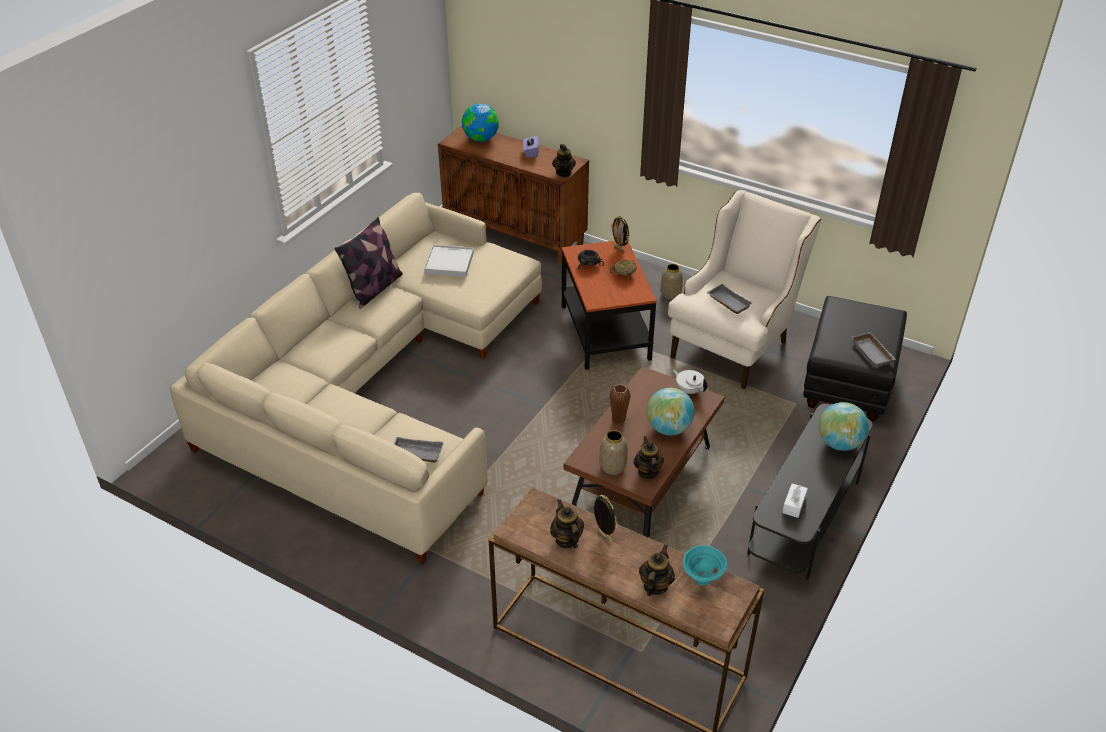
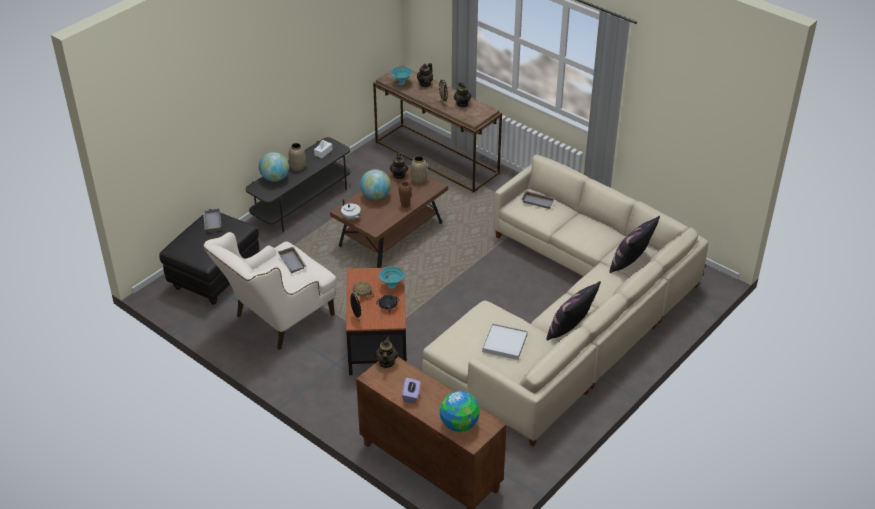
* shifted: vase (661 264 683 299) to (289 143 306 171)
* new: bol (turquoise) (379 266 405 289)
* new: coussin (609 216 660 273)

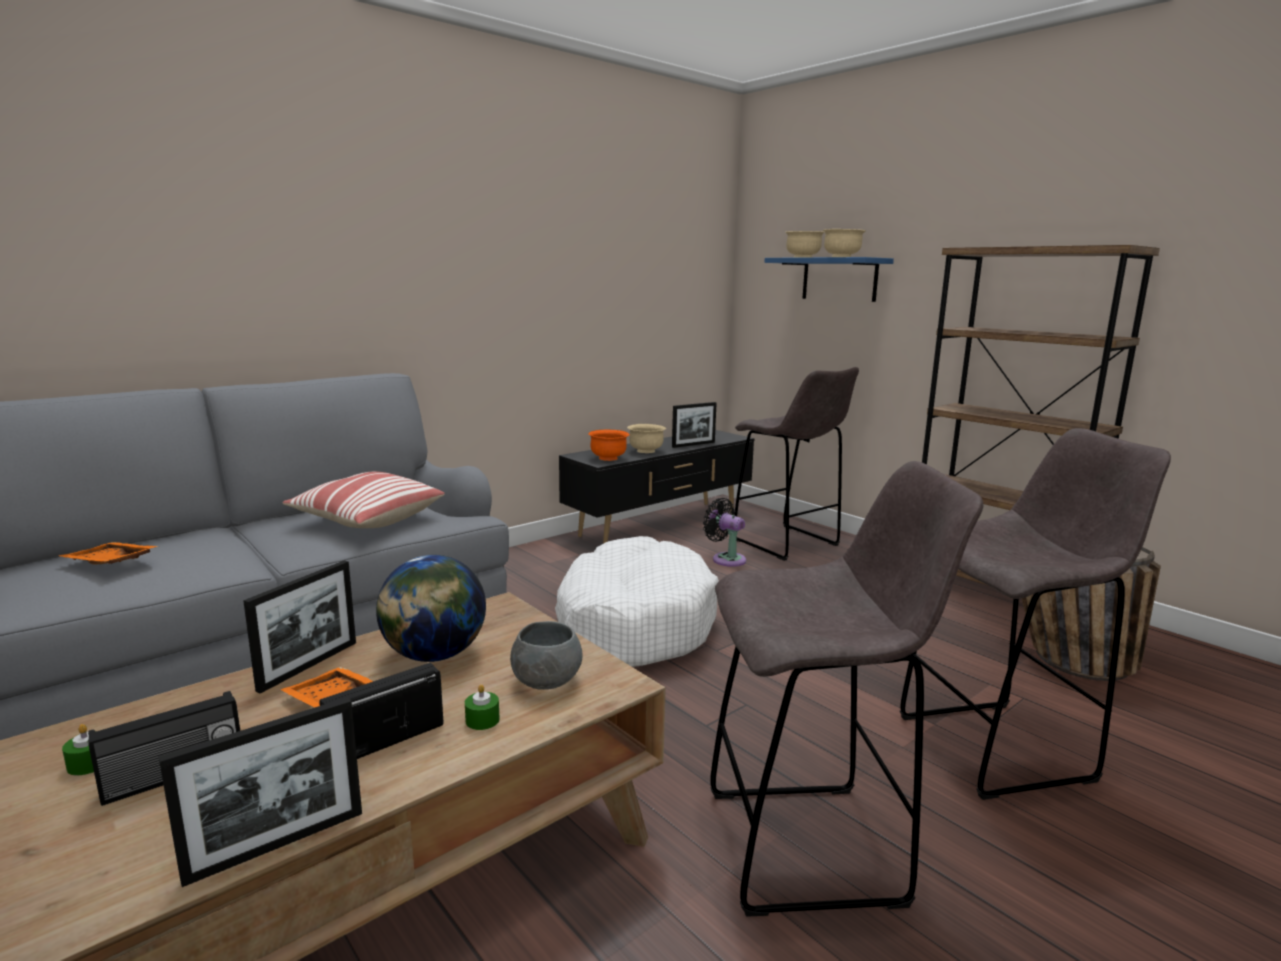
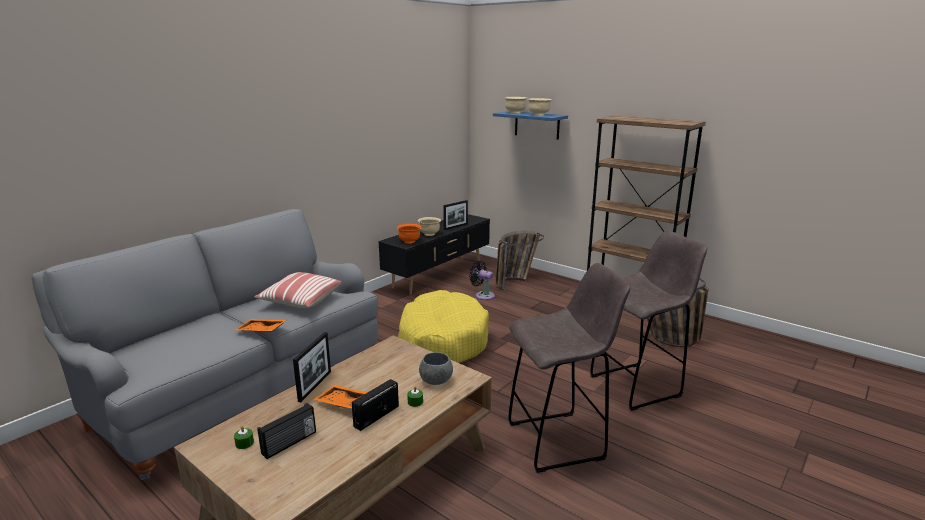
* shifted: plateau (orange) (59 542 158 565) to (234 319 286 333)
* repainted: panier pour chien (blanc) (555 536 719 667) to panier pour chien (jaune) (398 290 489 363)
* swapped: tabouret (gris) (735 367 859 561) to panier (495 231 544 291)
* gone: cadre photo (159 697 362 887)
* gone: globe (376 555 486 662)

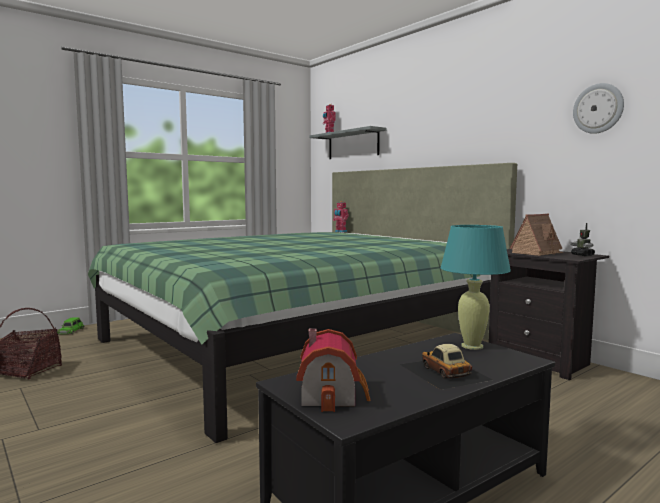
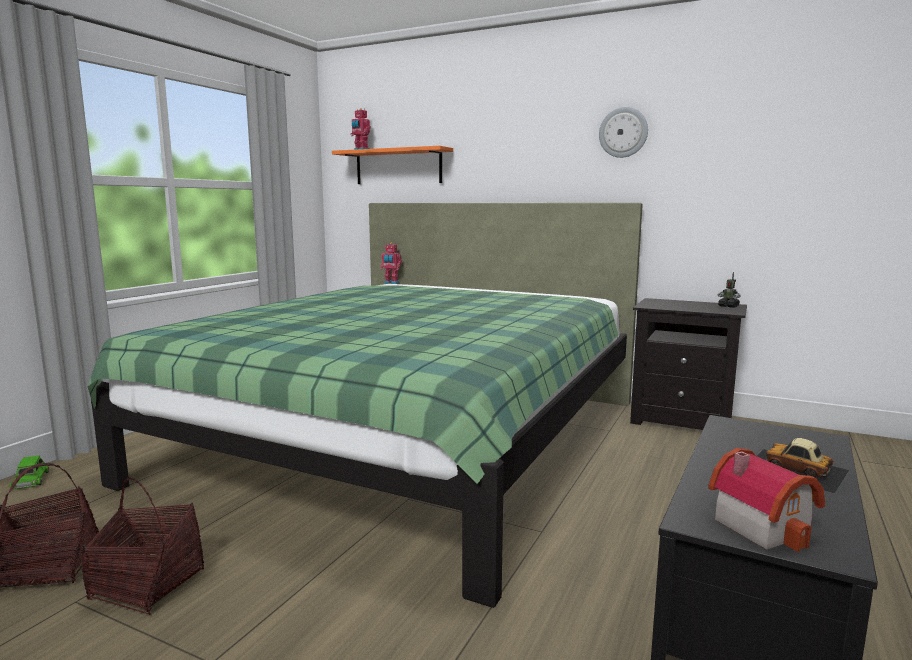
* new: panier (81 477 204 615)
* repainted: étagère (gris) (309 126 386 159) to étagère (orange) (332 146 453 184)
* shifted: horloge murale (573 83 624 134) to (599 107 648 158)
* gone: lampe de table (turquoise) (440 225 511 350)
* gone: maison miniature (510 214 563 256)

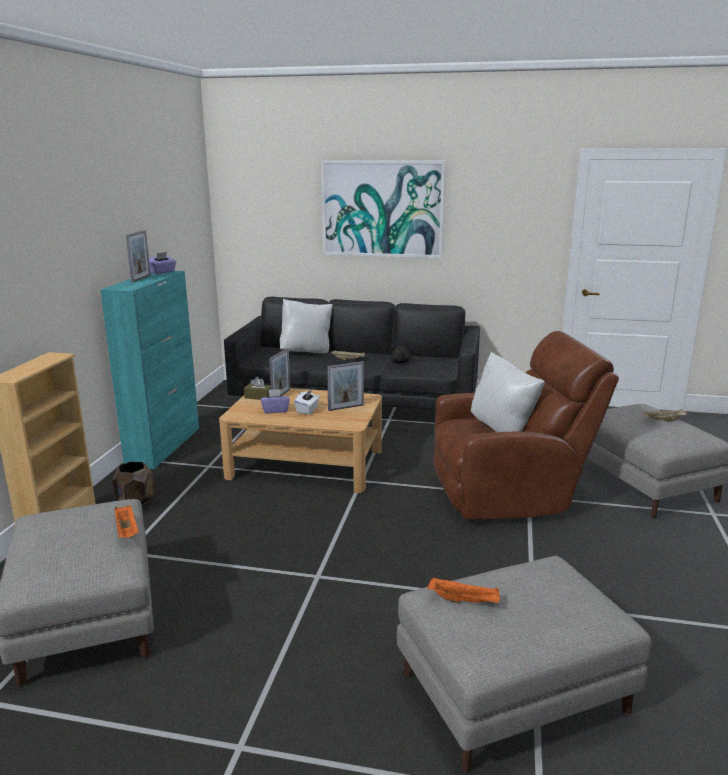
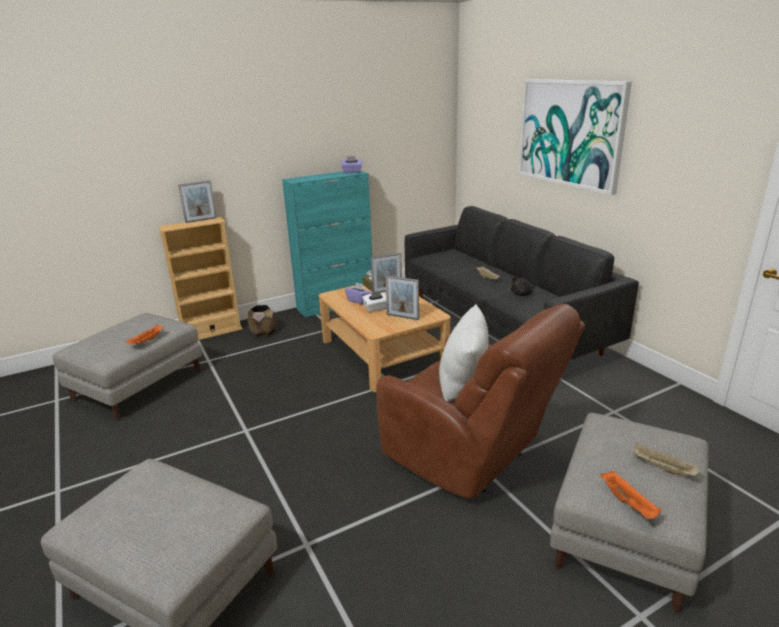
* shifted: cadre photo (126 230 151 282) to (178 181 217 223)
* shifted: plateau (orange) (427 577 500 604) to (600 471 661 519)
* gone: coussin (blanc) (280 299 333 353)

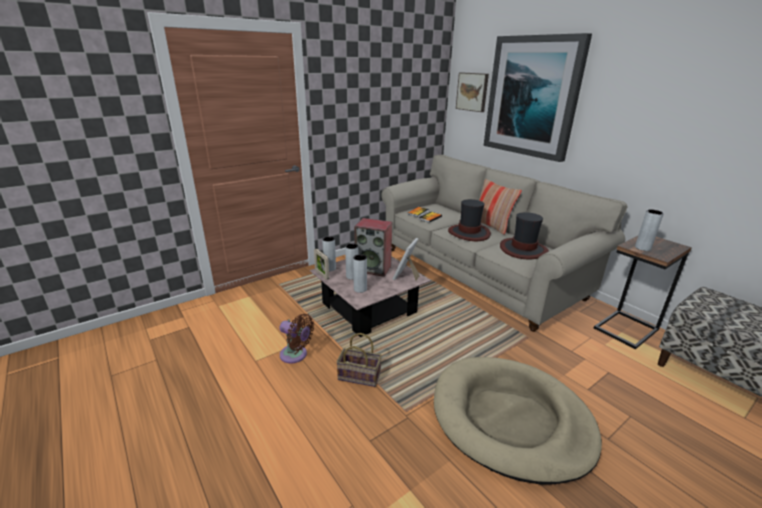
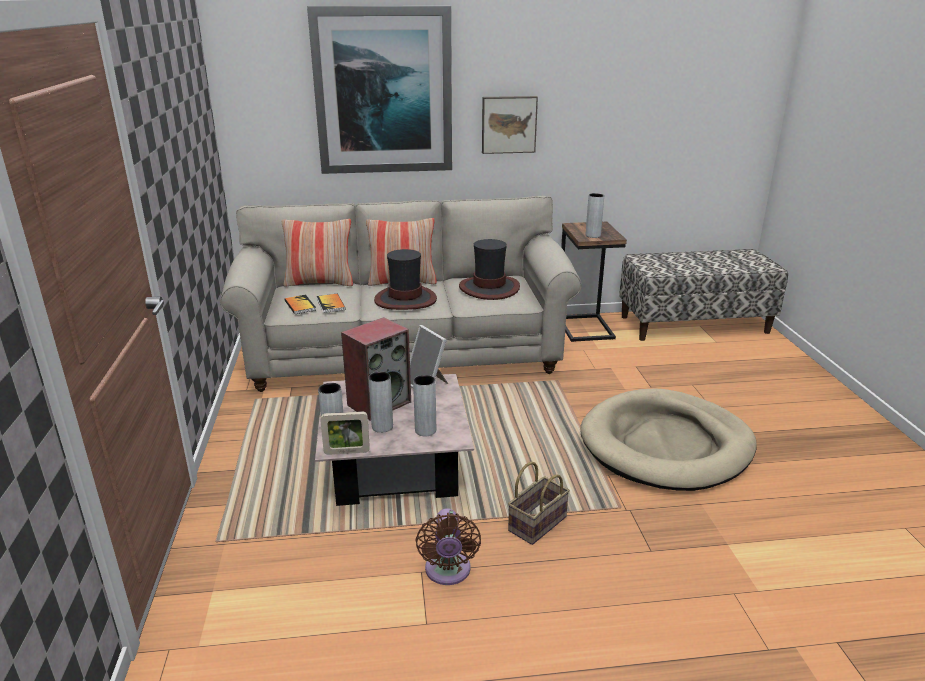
* new: coussin (282 219 353 287)
* rotated: ventilateur (marron) (279 314 314 363) = (416 508 481 585) 120 degrees clockwise
* shifted: tableau (456 72 489 112) to (482 96 538 154)

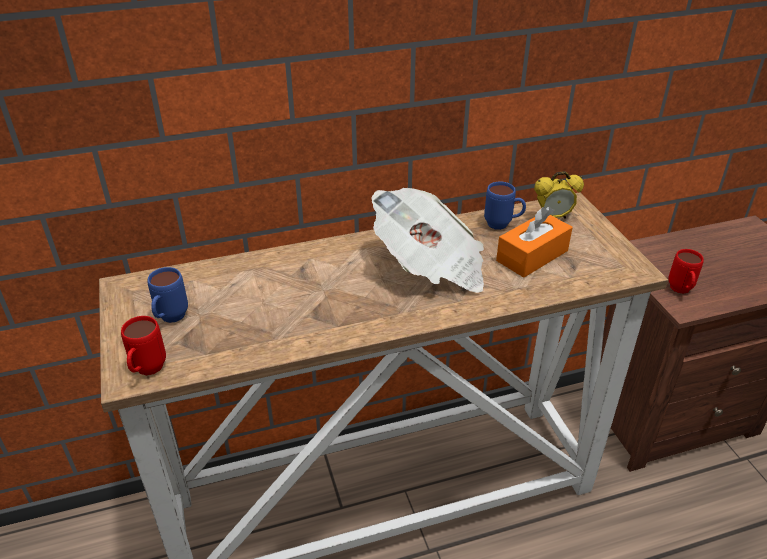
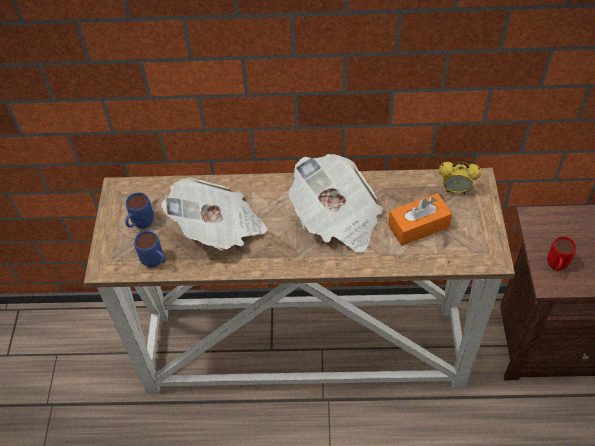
* shifted: mug (bleu) (484 181 526 230) to (134 231 166 268)
* new: journal (161 177 267 250)
* gone: mug (rouge) (121 316 166 375)

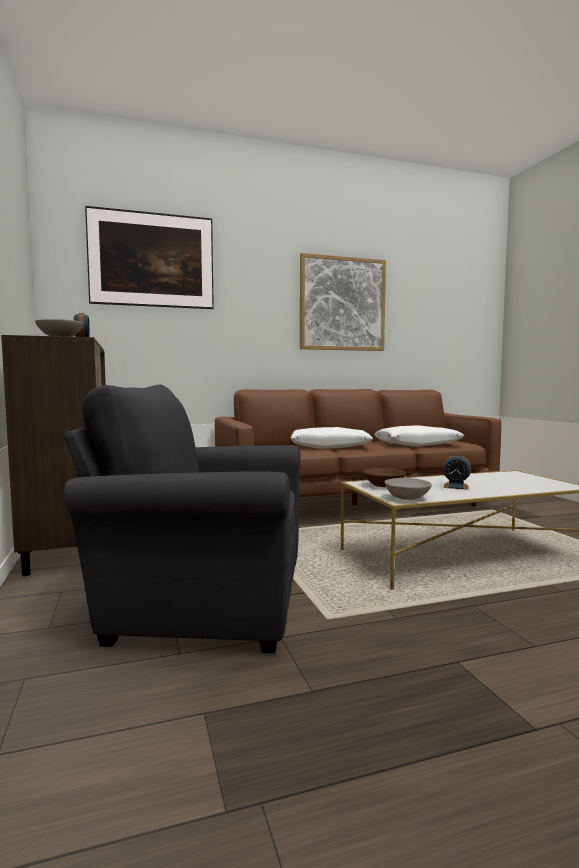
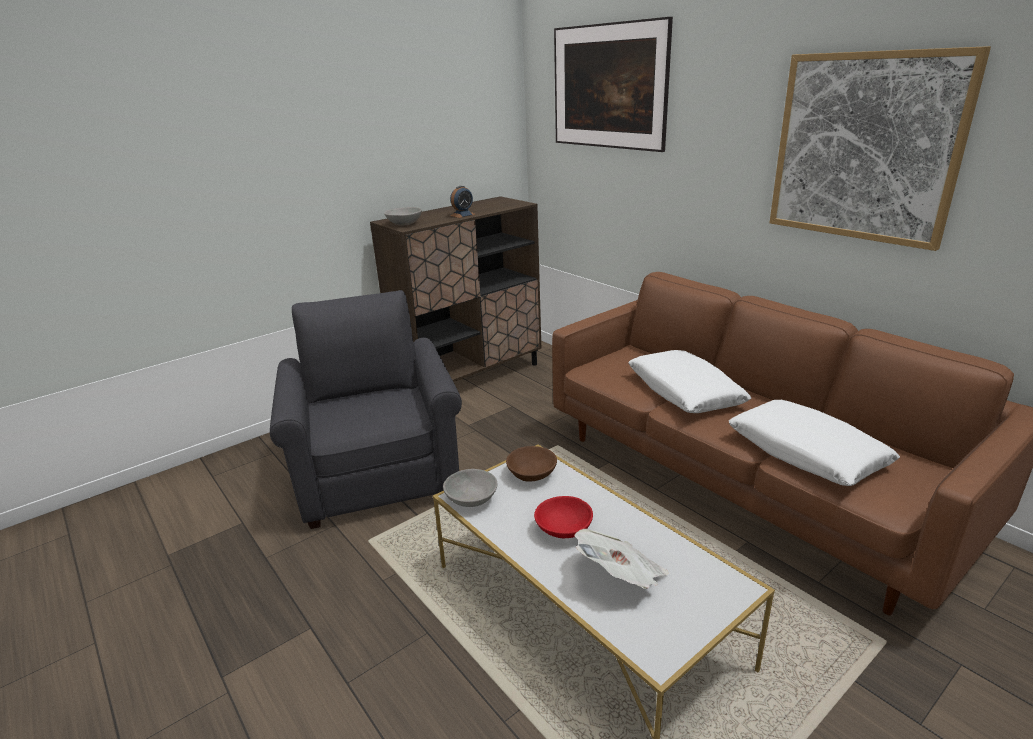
* swapped: réveil (443 454 471 490) to bol (rouge) (534 496 593 538)
* new: journal (575 529 669 589)

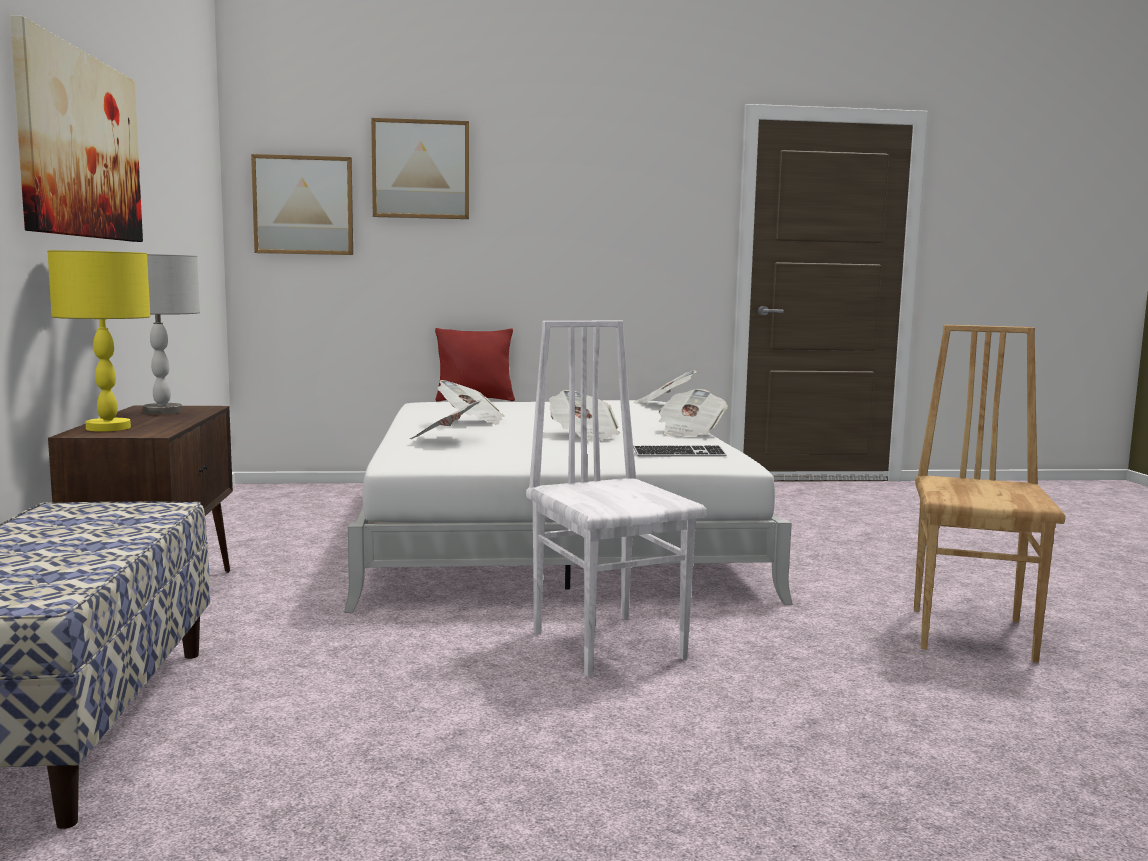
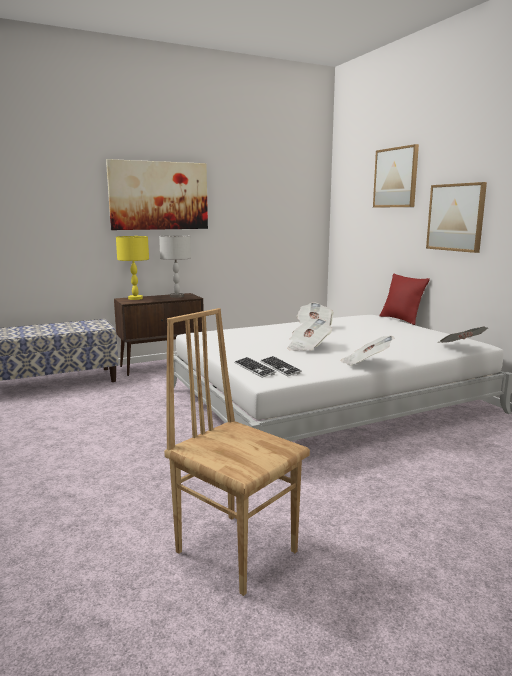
* rotated: chaise (marron) (914 325 1066 663) = (164 308 310 596) 135 degrees counterclockwise
* new: clavier (234 357 276 378)
* shifted: tableau (251 154 353 255) to (426 182 487 253)
* gone: journal (410 398 484 439)
* gone: chaise (blanc) (526 321 706 677)

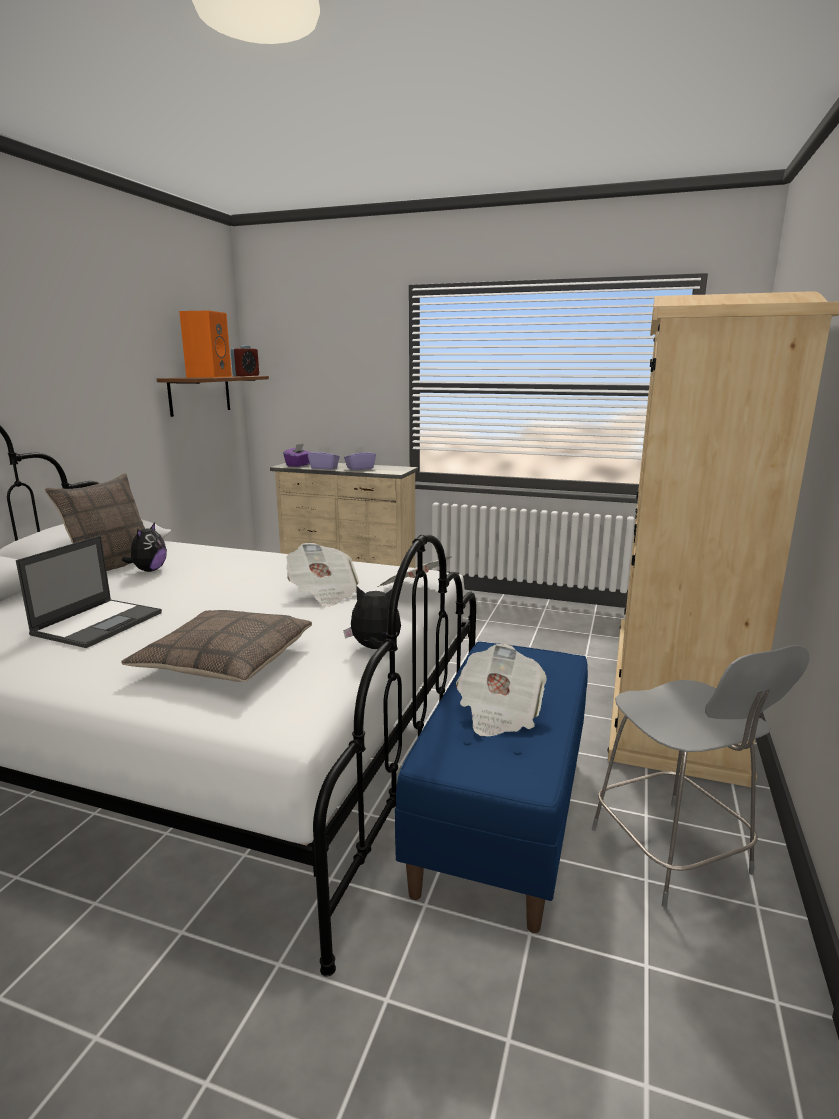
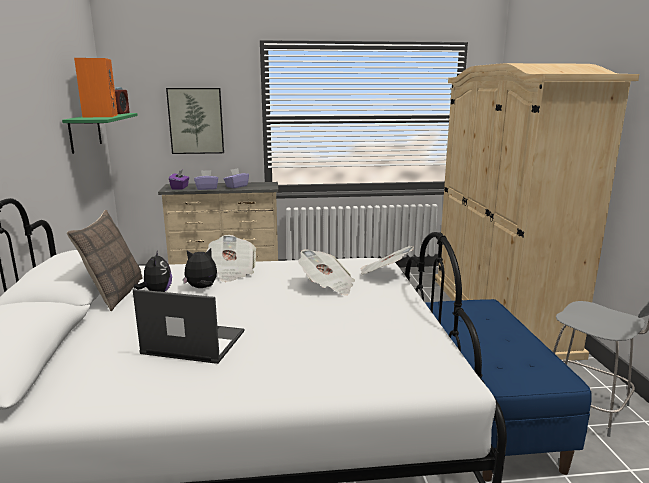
* repainted: étagère (marron) (157 376 269 417) to étagère (vert) (62 113 138 154)
* rotated: ordinateur portable (16 536 162 648) = (133 289 244 364) 75 degrees counterclockwise
* new: tableau (166 88 224 154)
* shifted: peluche (344 586 401 649) to (183 248 217 288)
* shifted: journal (456 644 547 736) to (206 235 256 282)
* gone: coussin (121 610 312 682)

